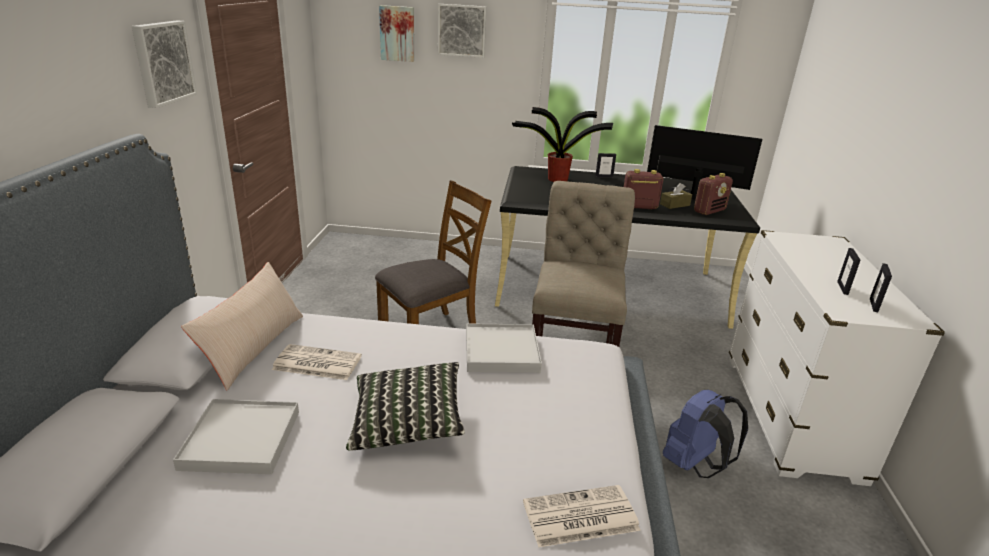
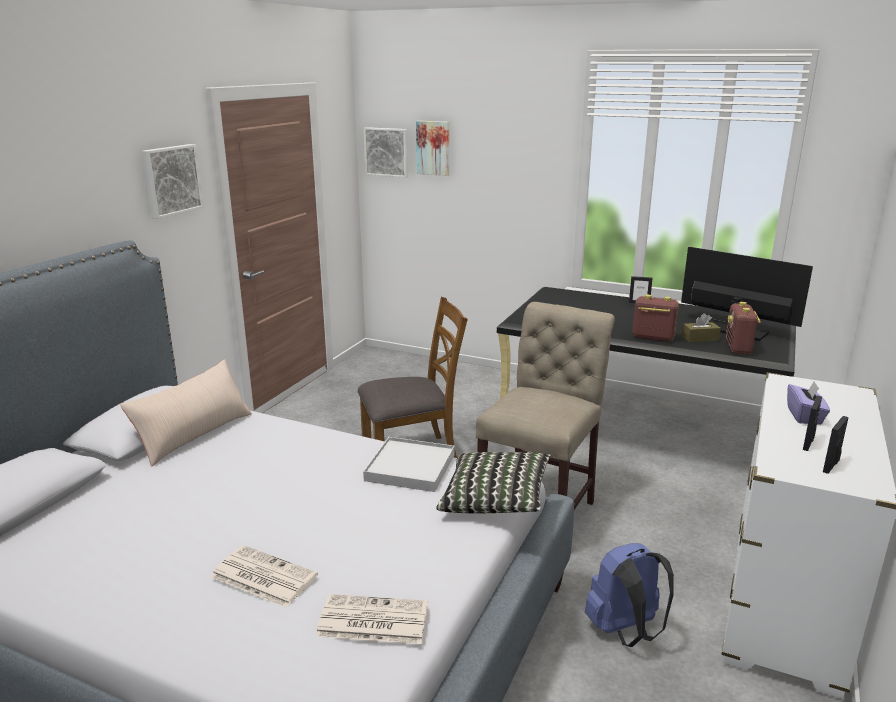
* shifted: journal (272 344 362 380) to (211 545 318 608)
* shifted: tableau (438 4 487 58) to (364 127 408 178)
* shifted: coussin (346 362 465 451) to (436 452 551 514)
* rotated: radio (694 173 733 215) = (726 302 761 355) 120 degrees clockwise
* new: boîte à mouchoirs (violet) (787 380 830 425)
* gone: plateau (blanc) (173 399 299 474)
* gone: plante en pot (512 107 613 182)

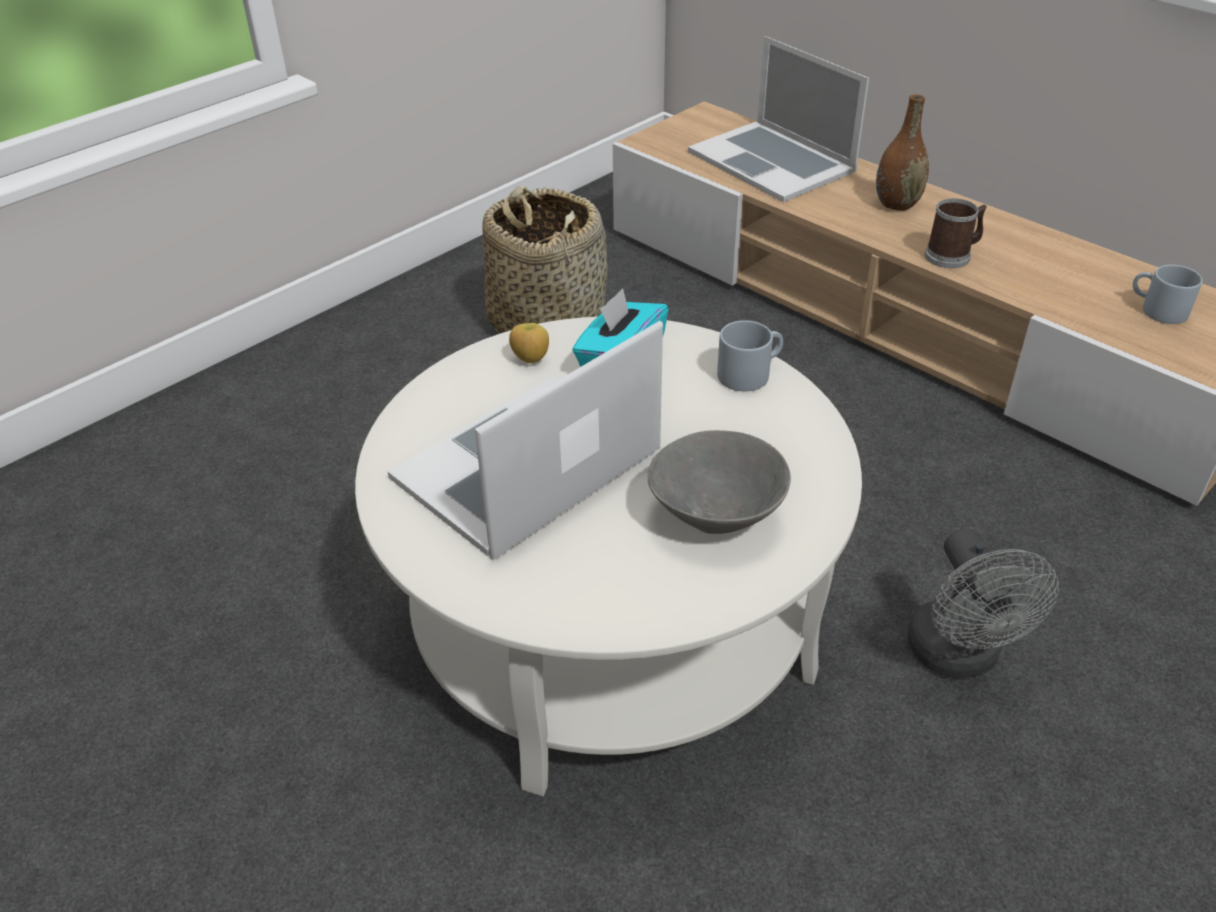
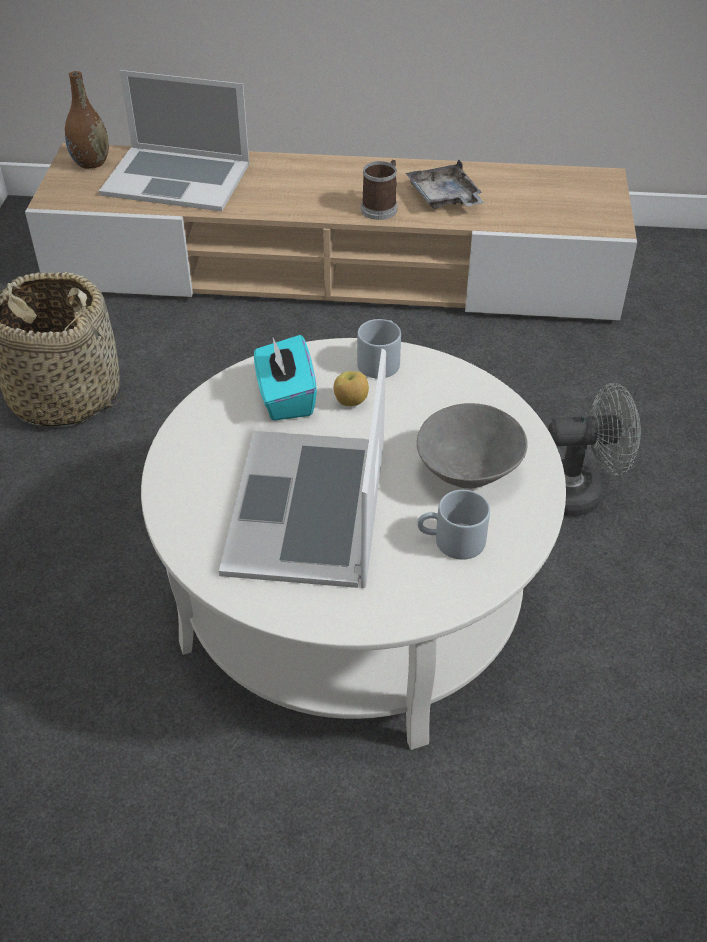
* shifted: vase (marron) (876 94 929 211) to (65 71 109 169)
* shifted: pomme (509 323 549 363) to (334 371 369 406)
* new: plateau (gris) (406 159 484 209)
* shifted: mug (gris) (1133 265 1203 324) to (417 490 490 560)
* rotated: ventilateur (gris) (907 529 1059 678) = (548 383 641 516) 45 degrees counterclockwise

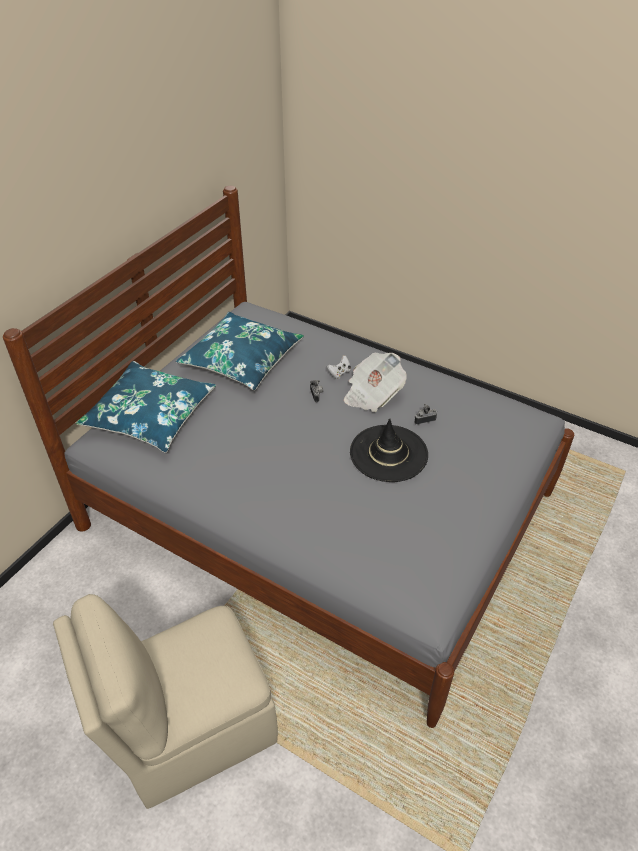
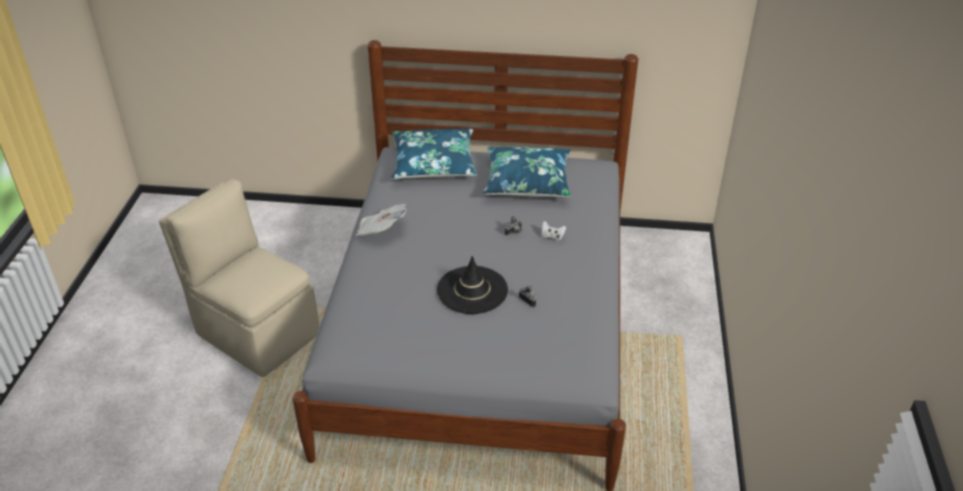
* shifted: journal (344 352 407 412) to (356 204 406 236)

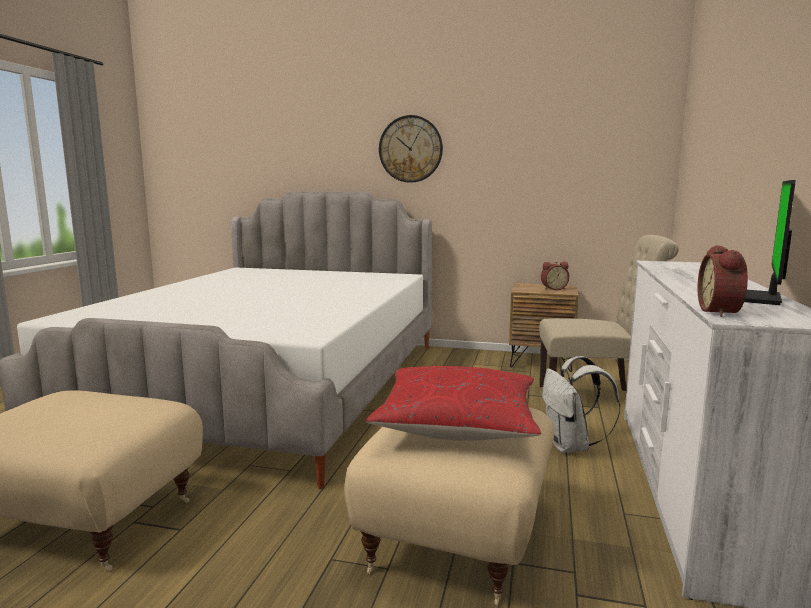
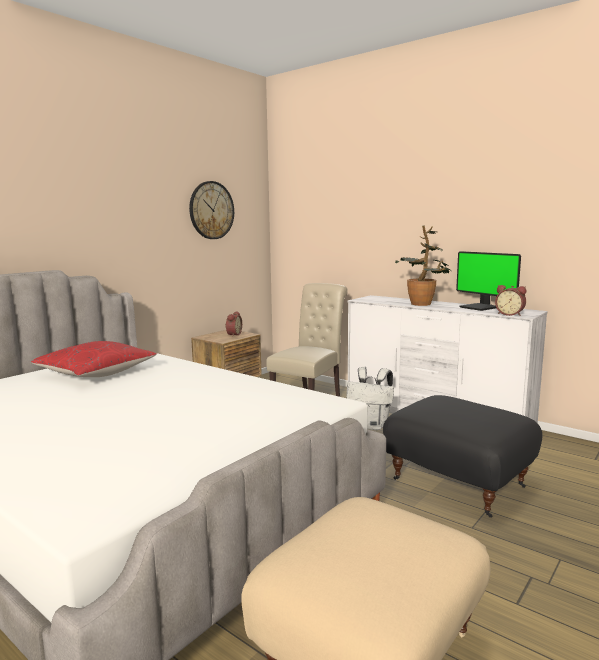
* shifted: coussin (rouge) (366 366 541 441) to (31 341 157 377)
* shifted: horloge murale (379 115 443 183) to (189 181 234 239)
* repainted: pouf (beige) (344 408 554 606) to pouf (noir) (383 395 542 518)
* new: plante en pot (395 225 451 306)

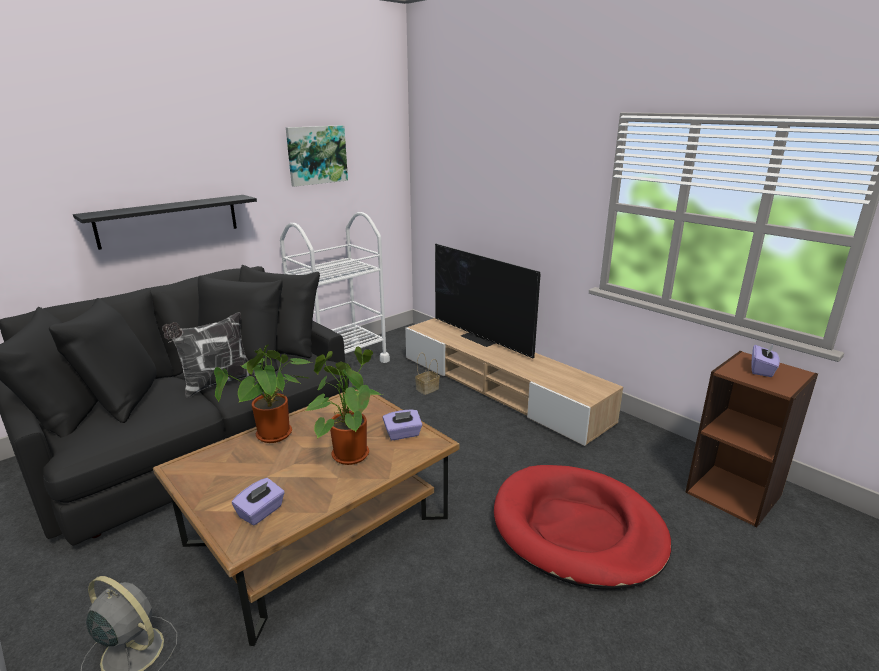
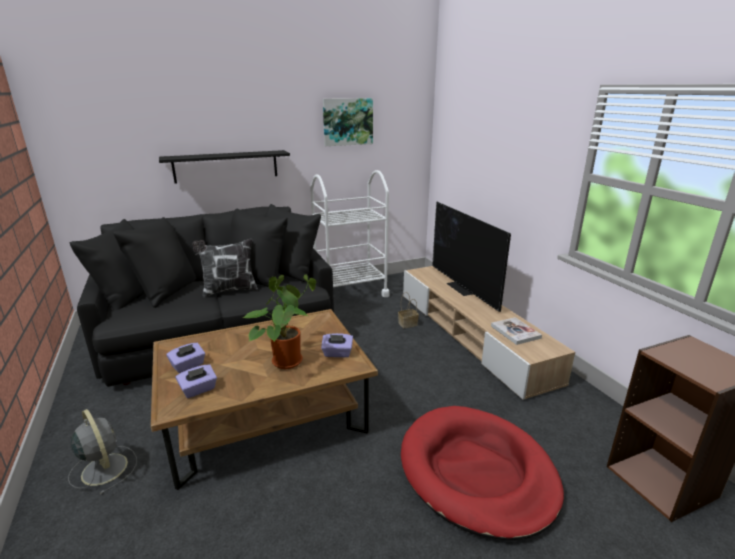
* shifted: boîte à mouchoirs (violet) (752 344 780 377) to (166 343 205 373)
* new: livre (491 317 542 345)
* gone: plante en pot (214 344 312 443)

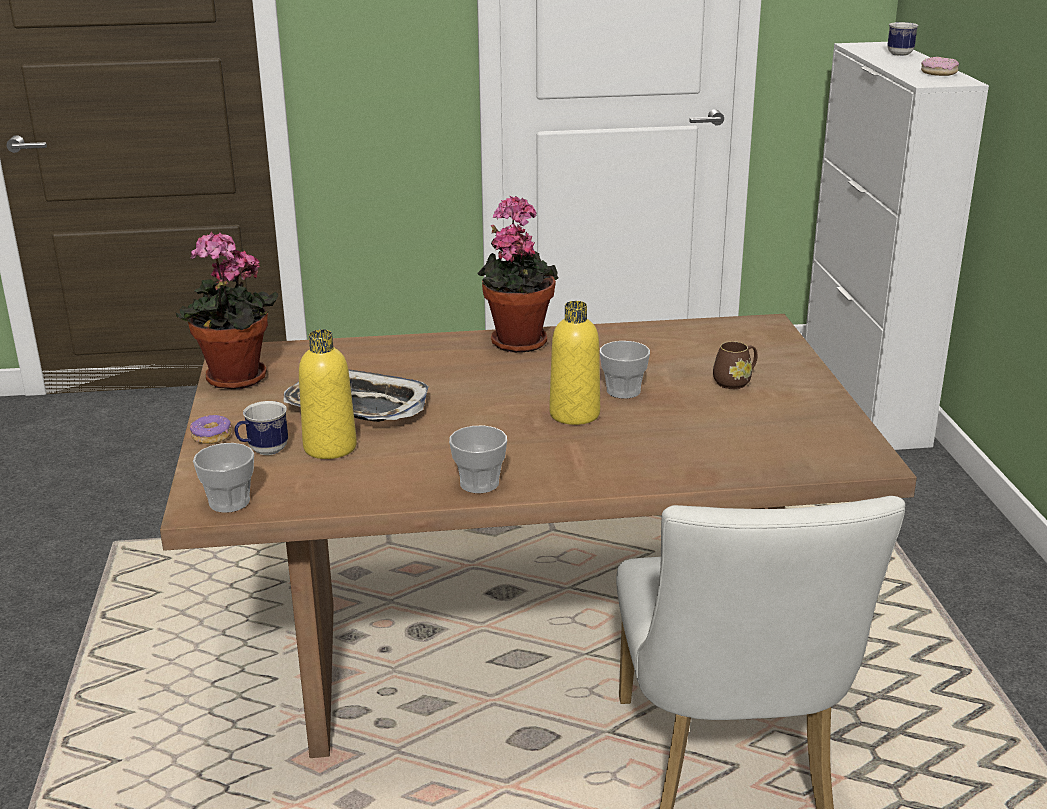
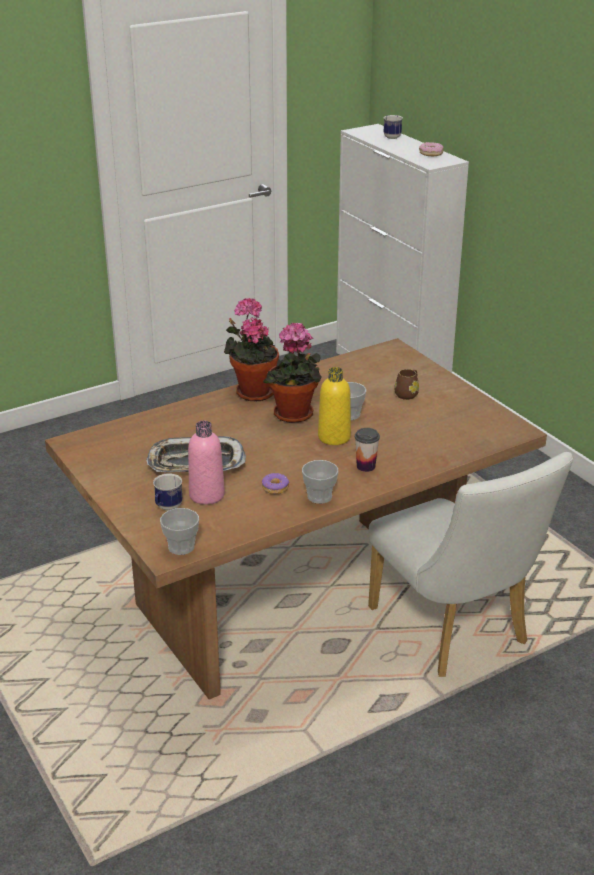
* repainted: bouteille (jaune) (299 329 357 459) to bouteille (rose) (188 421 225 505)
* shifted: beignet (190 415 232 444) to (262 473 290 494)
* shifted: plante en pot (176 232 278 389) to (263 322 322 423)
* new: tasse (355 428 380 472)

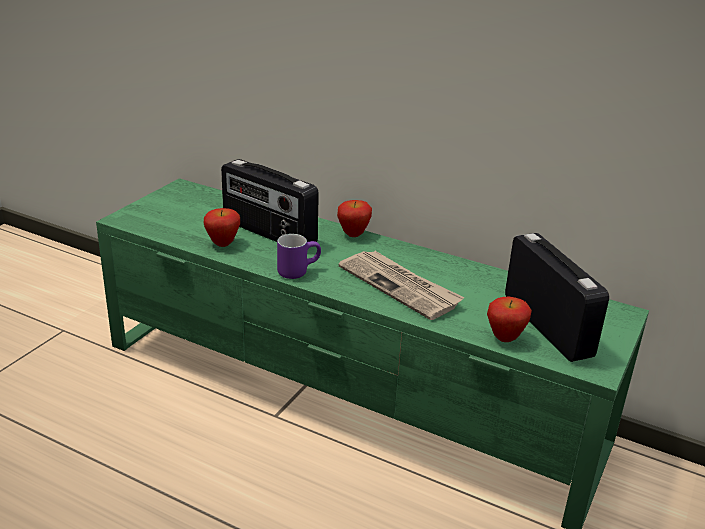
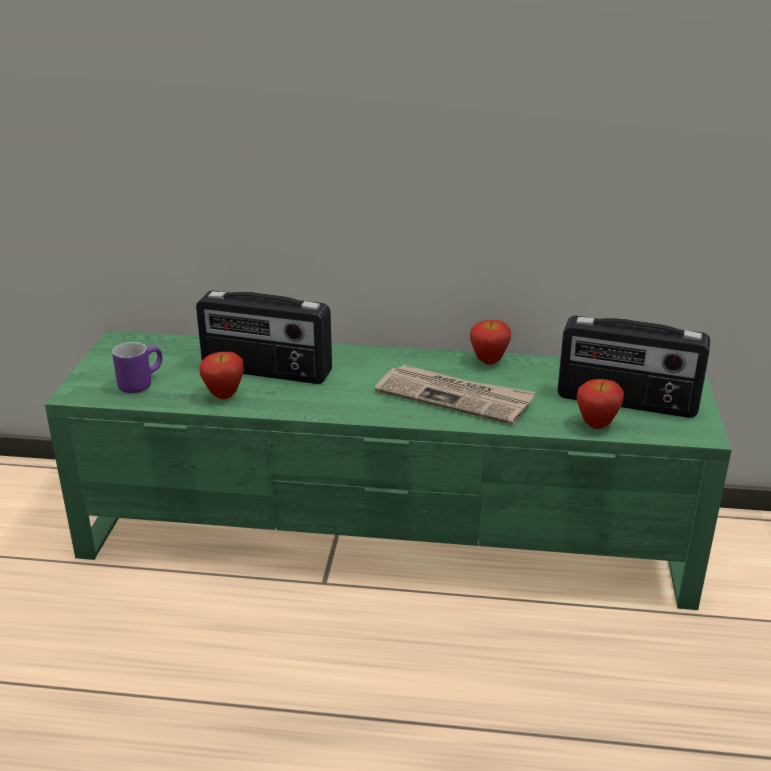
* shifted: mug (violet) (277 234 321 279) to (112 342 163 393)
* shifted: pomme (337 200 372 237) to (470 320 511 365)
* rotated: radio (505 233 609 362) = (558 316 710 418) 150 degrees clockwise

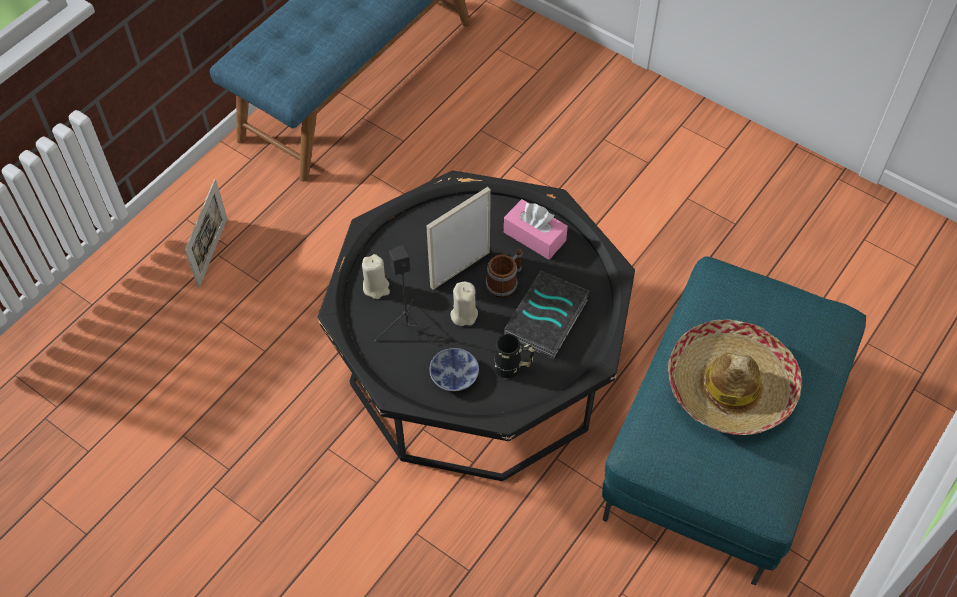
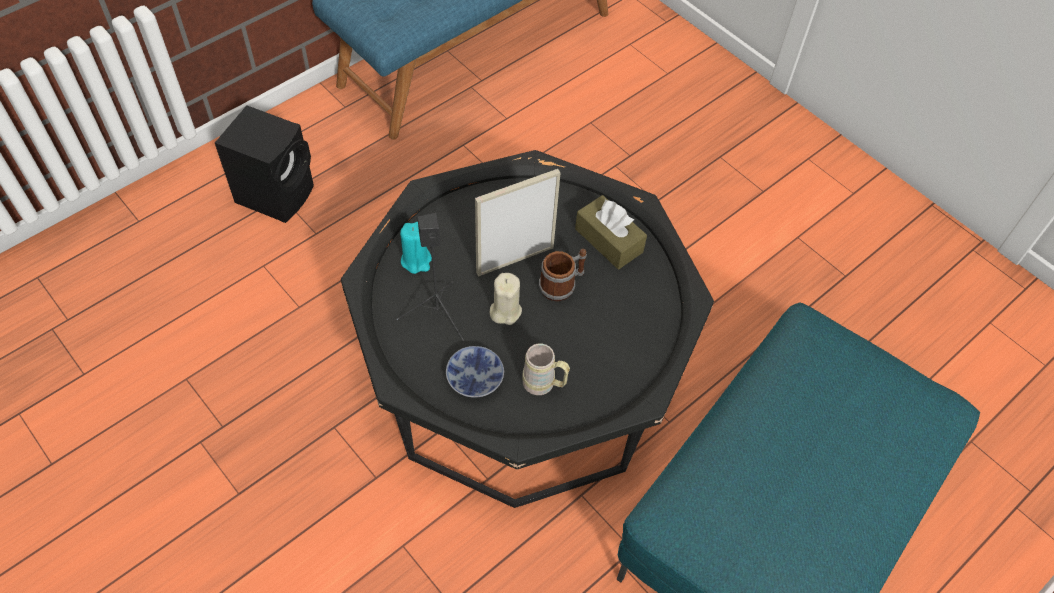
* swapped: cadre photo (185 179 227 288) to enceinte (noir) (215 105 314 223)
* repainted: bougie (beige) (362 254 390 299) to bougie (turquoise) (400 222 432 274)
* repainted: mug (noir) (494 334 534 378) to mug (beige) (522 344 570 395)
* repainted: boîte à mouchoirs (rose) (504 199 568 260) to boîte à mouchoirs (marron) (575 195 647 269)
* gone: livre (504 271 589 359)
* gone: chapeau (668 320 802 435)

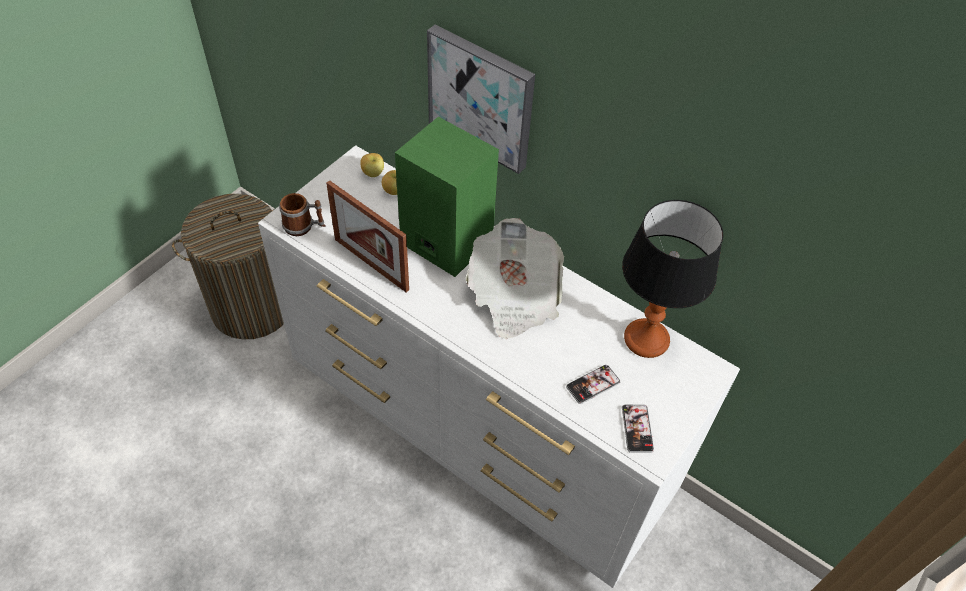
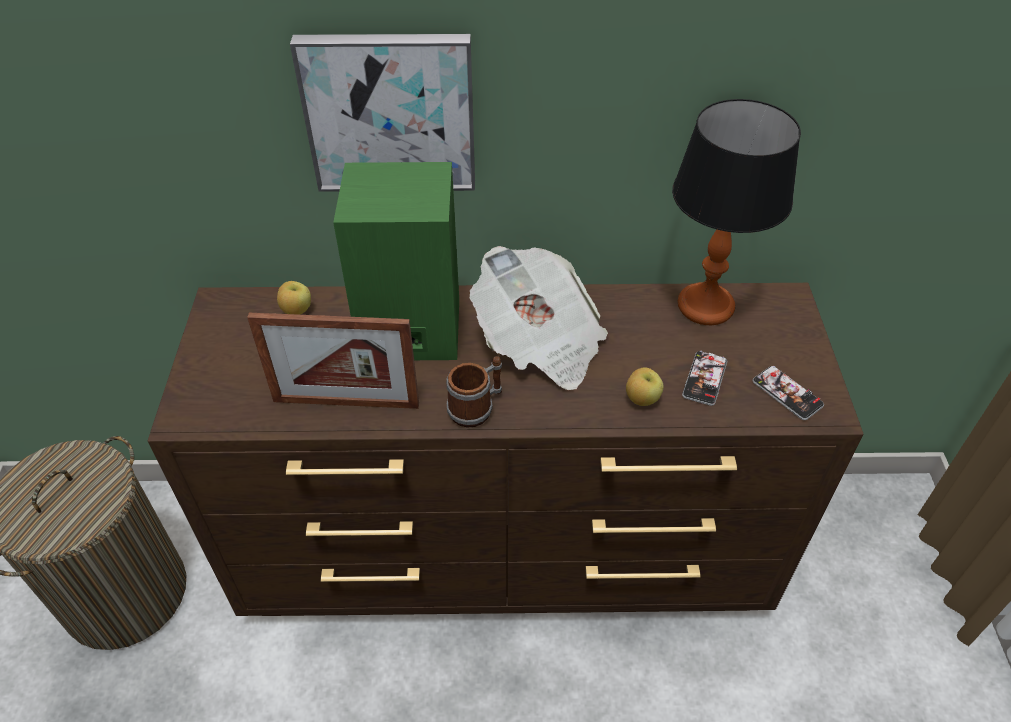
* repainted: commode (blanc) (258 145 740 588) to commode (marron) (148 283 864 616)
* shifted: mug (279 193 326 236) to (446 356 502 428)
* shifted: pomme (360 153 384 177) to (626 367 664 406)

